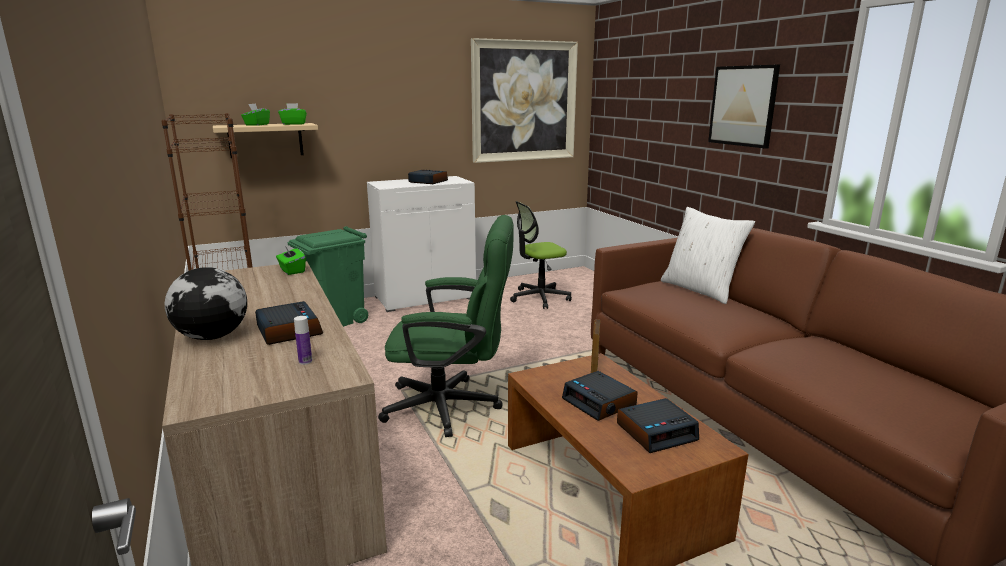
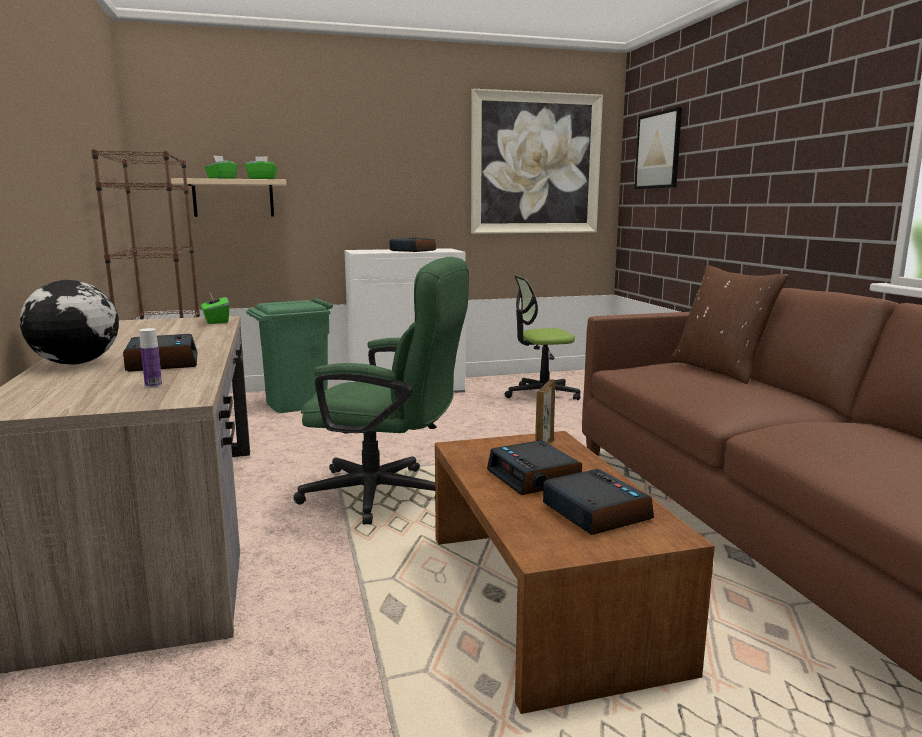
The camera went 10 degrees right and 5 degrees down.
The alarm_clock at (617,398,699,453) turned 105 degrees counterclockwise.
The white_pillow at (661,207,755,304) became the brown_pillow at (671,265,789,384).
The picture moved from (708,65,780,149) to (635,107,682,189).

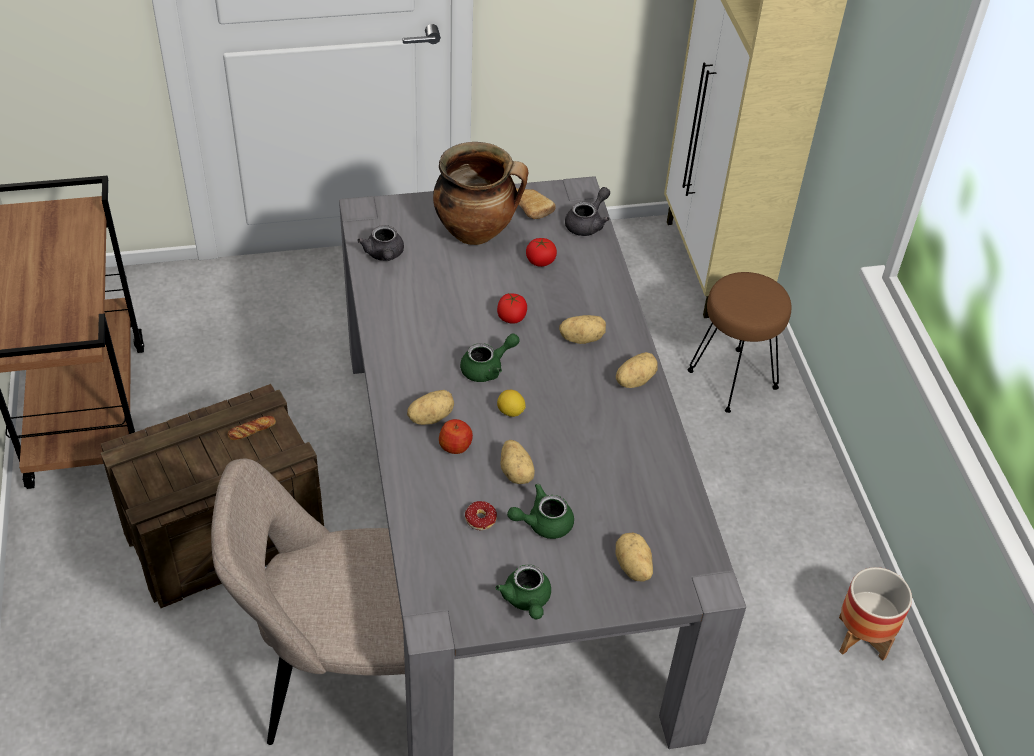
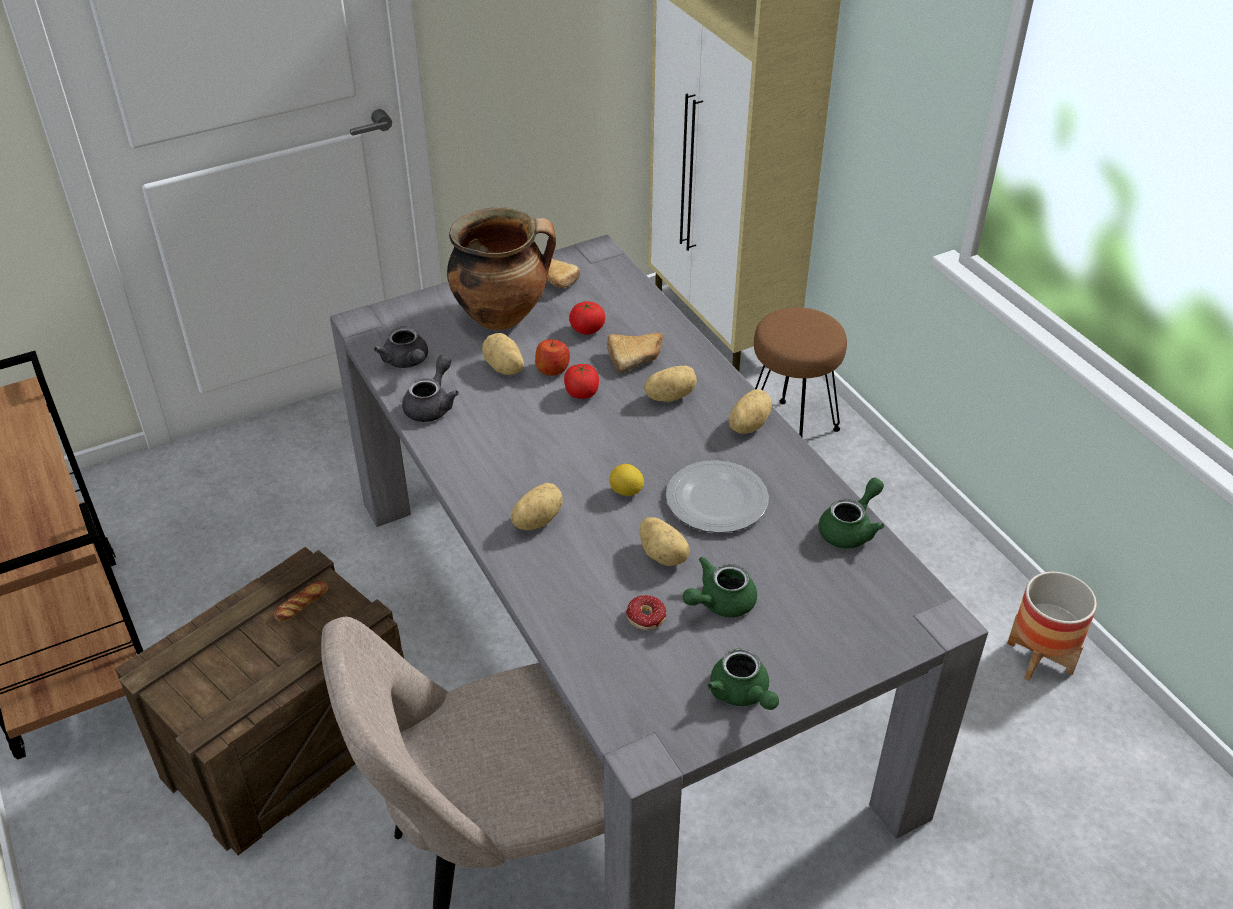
The camera went 15 degrees left and 5 degrees down.
The apple moved from (439,419,473,454) to (535,339,570,376).
The green_teapot moved from (460,333,520,382) to (819,478,884,549).
The grey_teapot moved from (565,187,610,236) to (402,355,459,422).
The potato moved from (616,533,653,582) to (482,333,524,375).
The bread at (607,333,663,373) appeared.
The plate at (666,460,769,533) appeared.

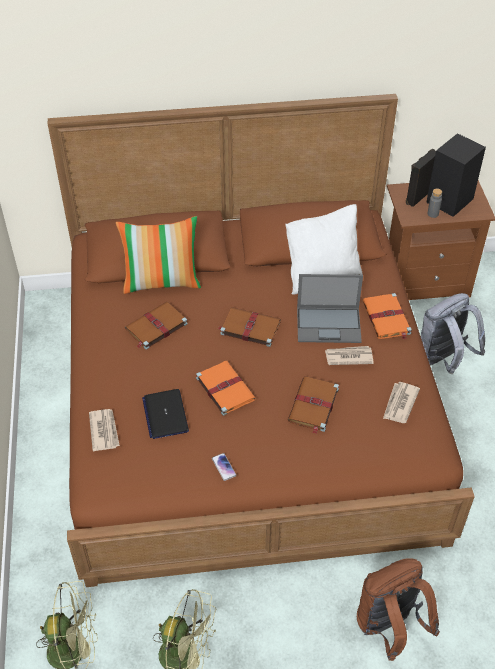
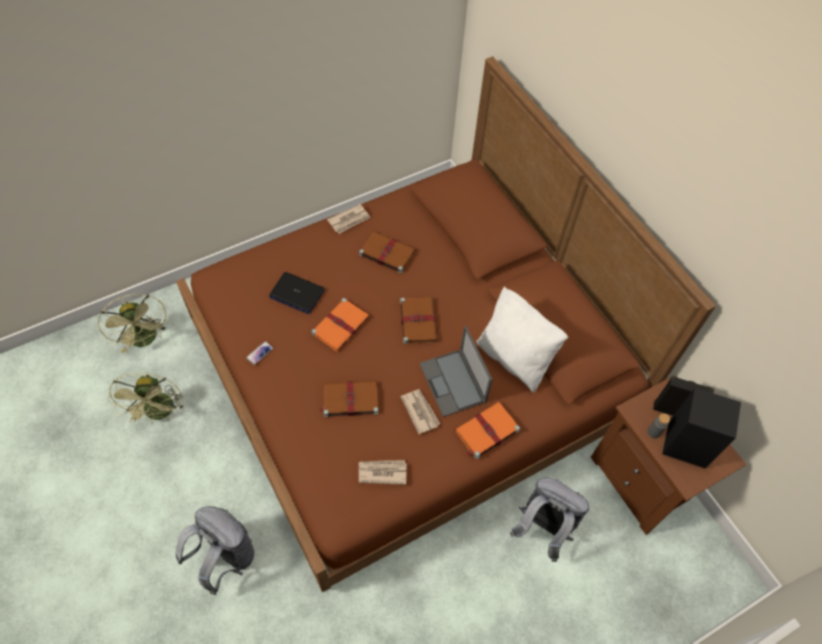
The camera went 65 degrees right and 10 degrees up.
The newspaper moved from (89,409,120,451) to (327,204,371,234).
The pillow at (116,216,201,294) disappeared.
The laptop at (142,389,189,439) turned 120 degrees counterclockwise.
The brown_backpack at (357,558,440,661) became the grey_backpack at (175,506,254,595).

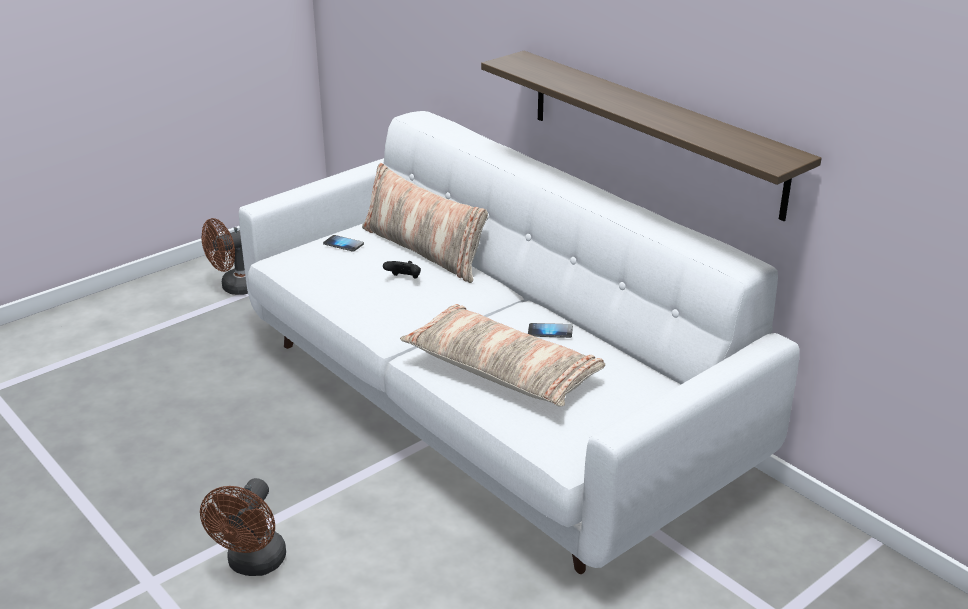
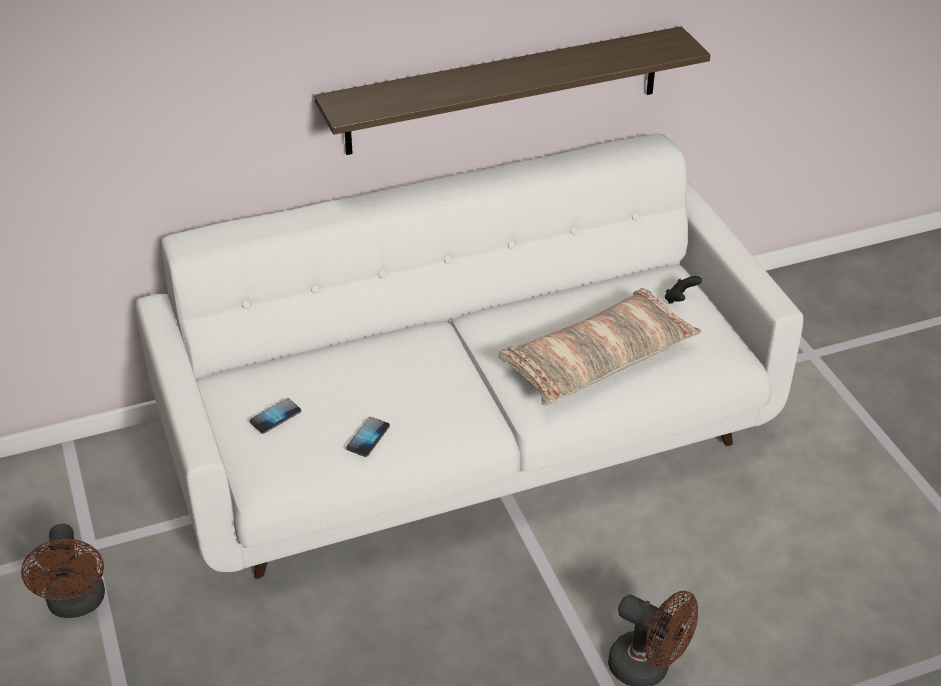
The camera went 70 degrees left and 10 degrees up.
The pillow at (362,163,488,283) disappeared.
The black_game_controller moved from (383,261,421,279) to (665,276,702,304).
The phone moved from (528,323,573,338) to (346,417,390,457).

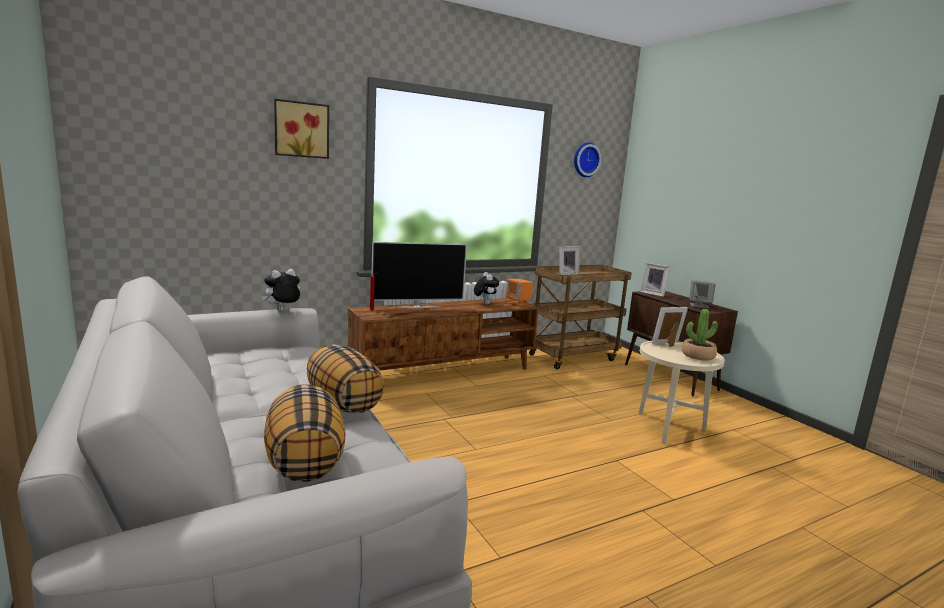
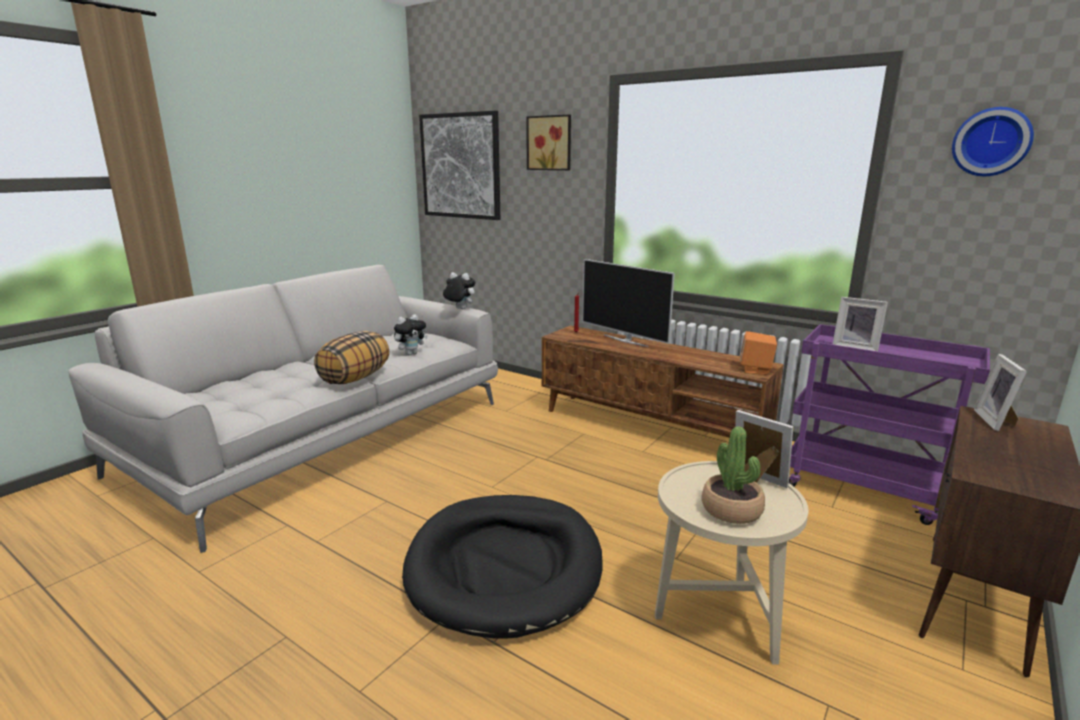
The camera went 65 degrees right and 5 degrees up.
The pillow at (264,384,346,482) disappeared.
The plush_toy moved from (474,272,499,305) to (394,314,428,355).
The brown_cart at (529,265,632,369) became the purple_cart at (789,324,990,525).
The grey_speaker at (689,280,716,309) disappeared.
The black_dog_bed at (402,495,603,639) appeared.
The picture at (419,111,500,220) appeared.

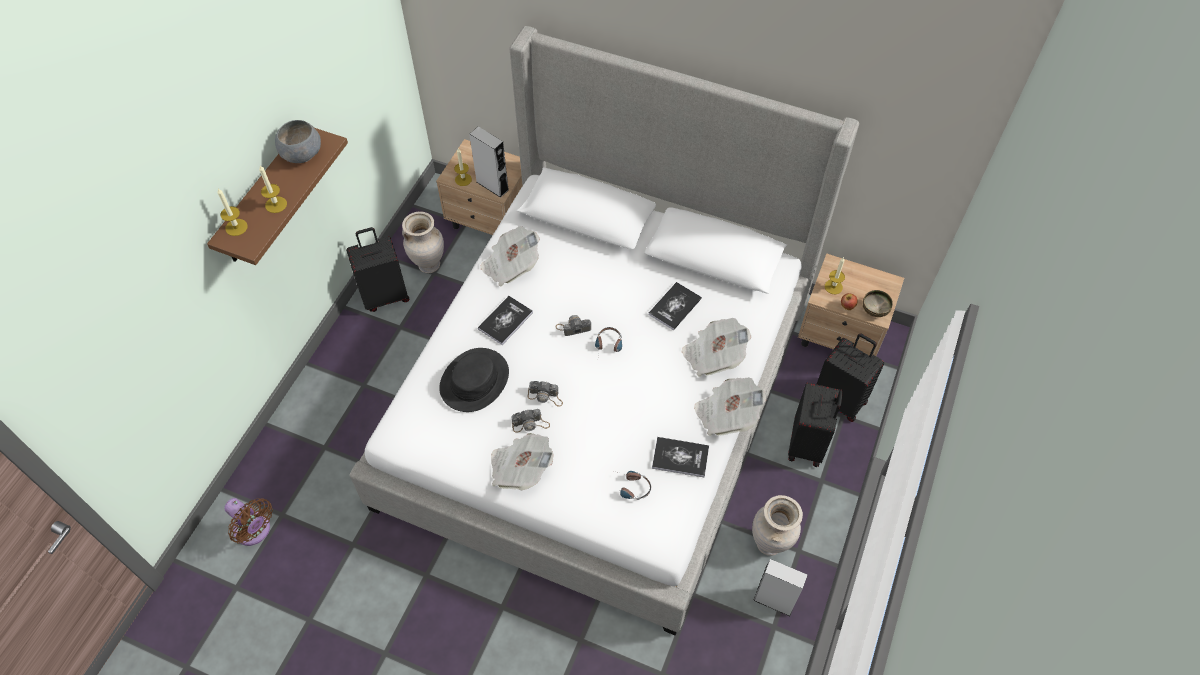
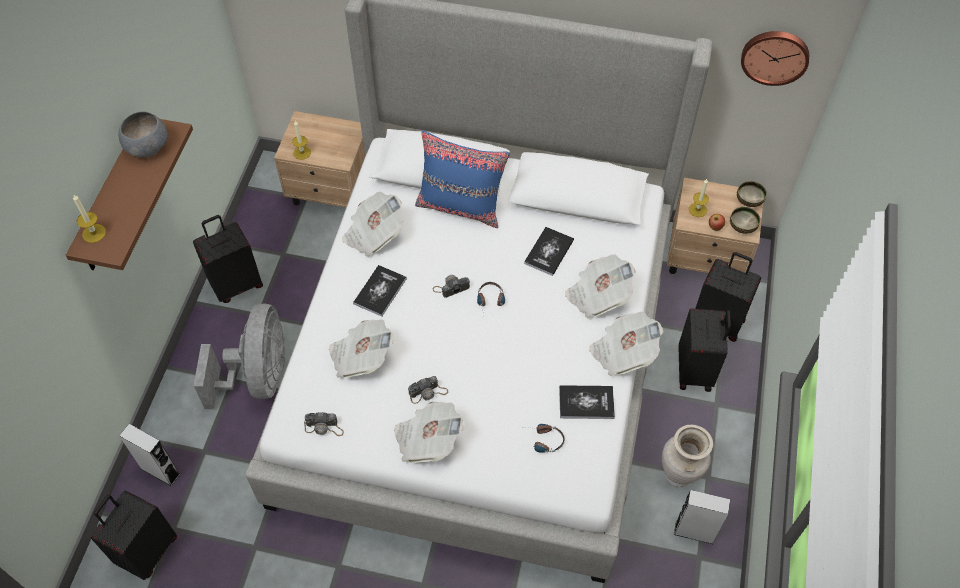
The camera went 10 degrees left and 0 degrees up.
The brown_fan at (224,498,273,546) was replaced by the black_suitcase at (91,491,177,580).
The candle at (259,165,287,213) disappeared.
The beige_vase at (402,211,444,273) disappeared.
The black_hat at (439,348,509,412) was replaced by the newspaper at (329,319,393,378).
The grey_speaker moved from (469,126,509,198) to (119,424,180,486).
The photo_camera moved from (528,381,563,407) to (304,412,344,436).
The grey_fan at (194,303,285,409) appeared.
The blue_pillow at (415,130,510,228) appeared.
The bowl at (737,181,767,207) appeared.
The wall_clock at (741,31,809,86) appeared.

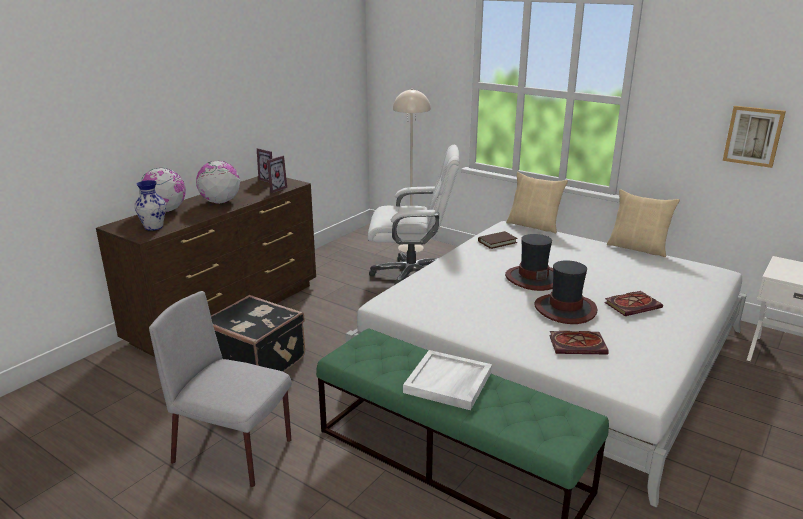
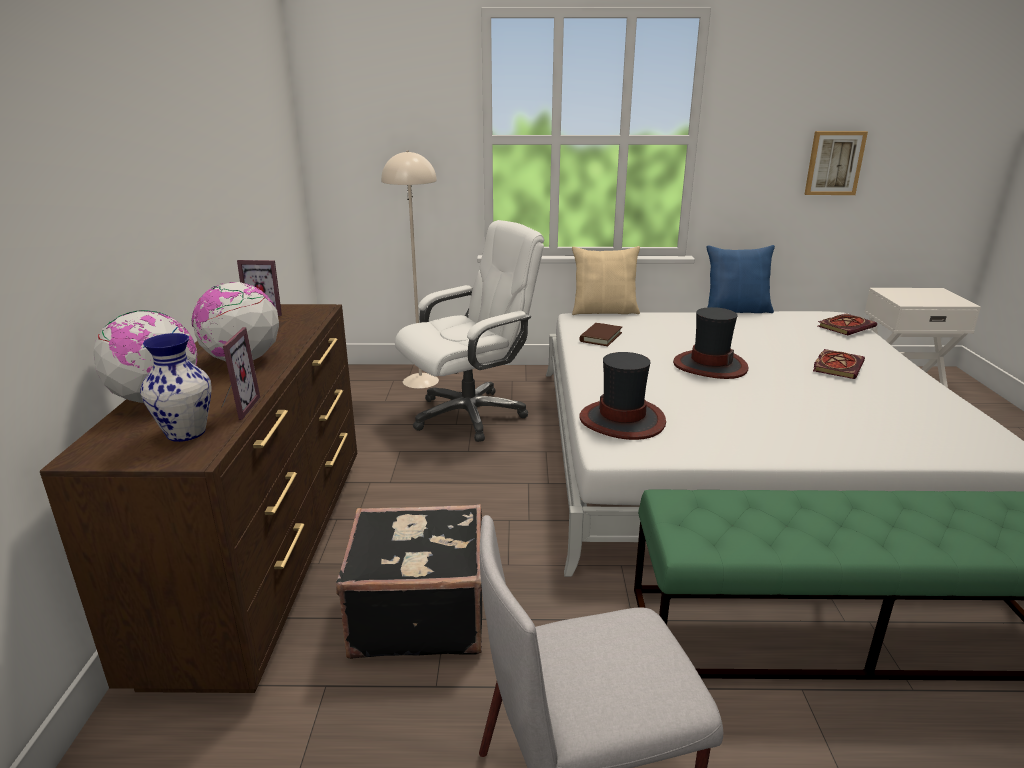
The camera went 35 degrees left and 0 degrees up.
The picture_frame moved from (267,156,287,193) to (221,327,260,420).
The white_tray at (403,350,492,410) disappeared.
The hat moved from (534,260,597,324) to (579,352,666,440).
The book moved from (549,331,609,354) to (818,313,877,335).
The beige_pillow at (607,189,680,257) became the blue_pillow at (706,245,775,313).

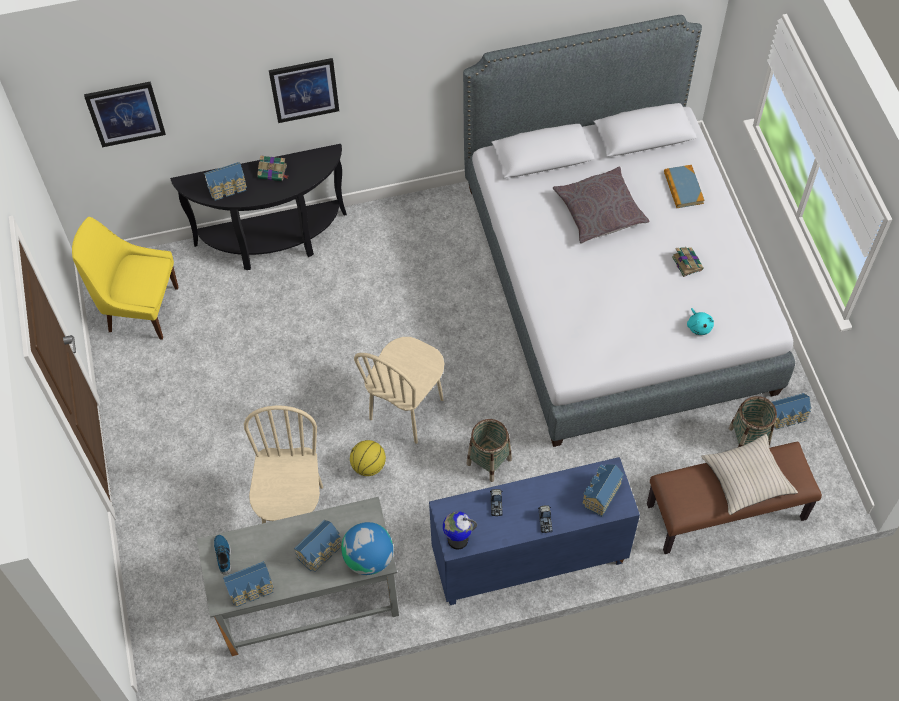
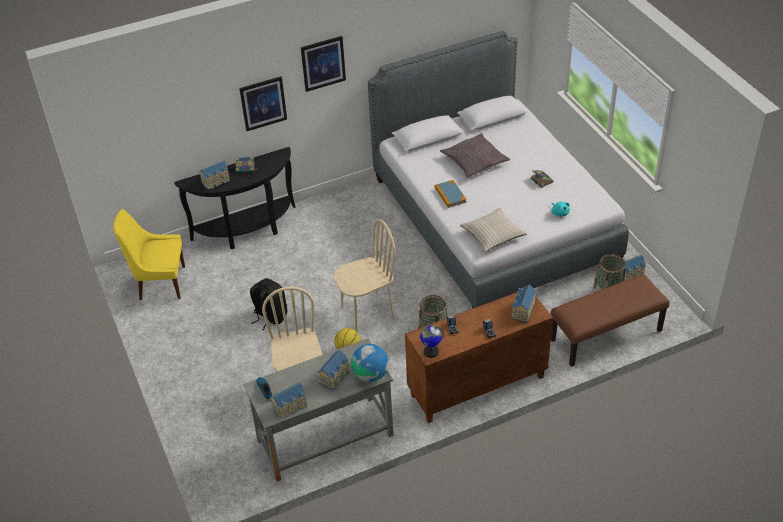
The camera went 10 degrees left and 15 degrees down.
The picture moved from (84,81,166,147) to (301,36,346,92).
The beige_chair at (354,337,444,444) turned 135 degrees counterclockwise.
The blue_cabinet at (429,457,640,605) became the brown_cabinet at (405,292,553,423).
The book moved from (664,165,704,208) to (435,180,467,208).
The beige_pillow moved from (701,434,798,515) to (460,208,527,252).
The black_backpack at (250,278,287,330) appeared.

